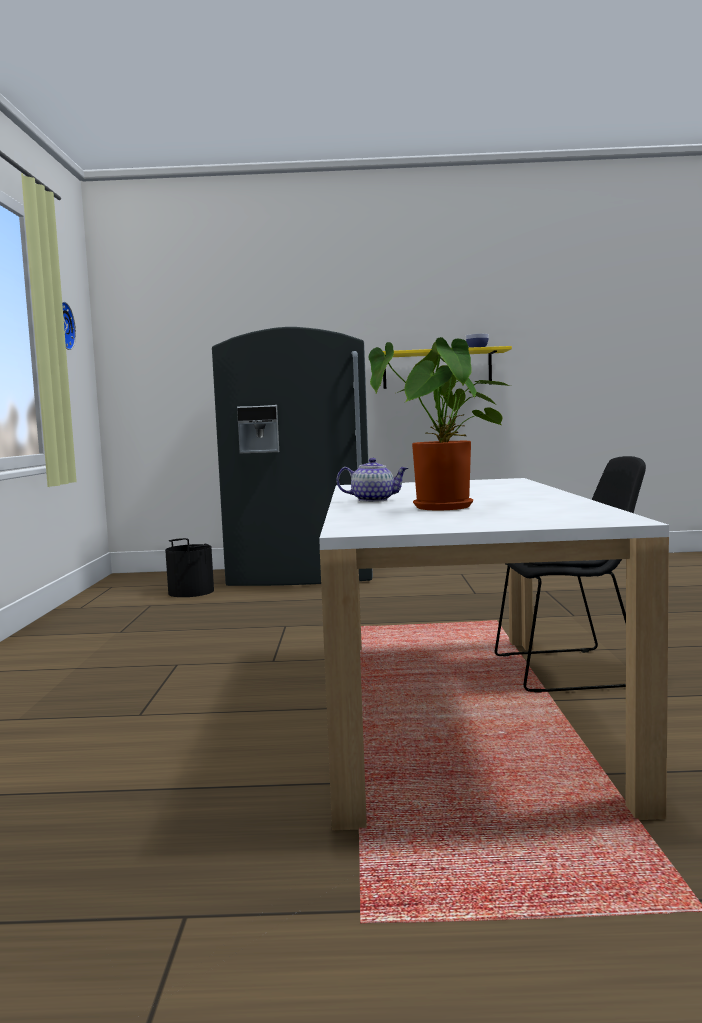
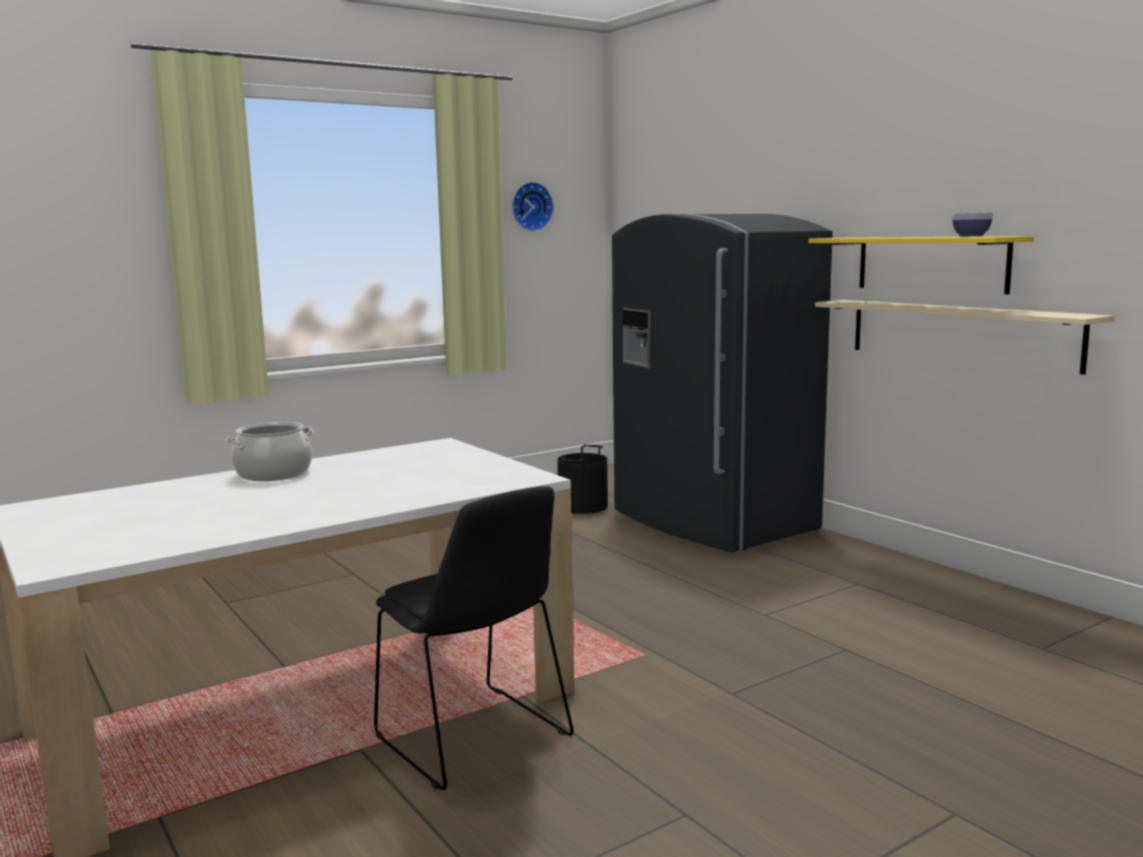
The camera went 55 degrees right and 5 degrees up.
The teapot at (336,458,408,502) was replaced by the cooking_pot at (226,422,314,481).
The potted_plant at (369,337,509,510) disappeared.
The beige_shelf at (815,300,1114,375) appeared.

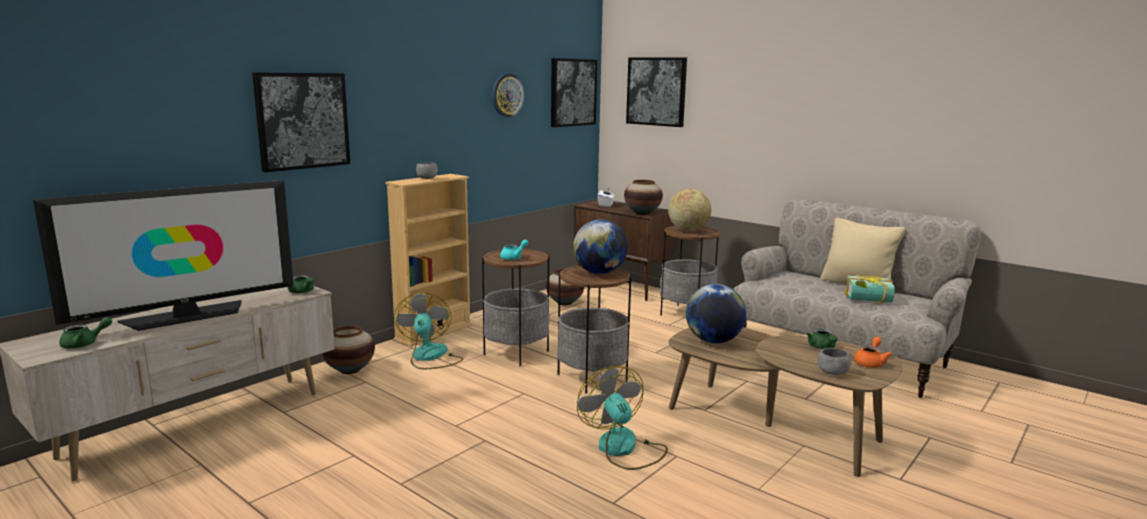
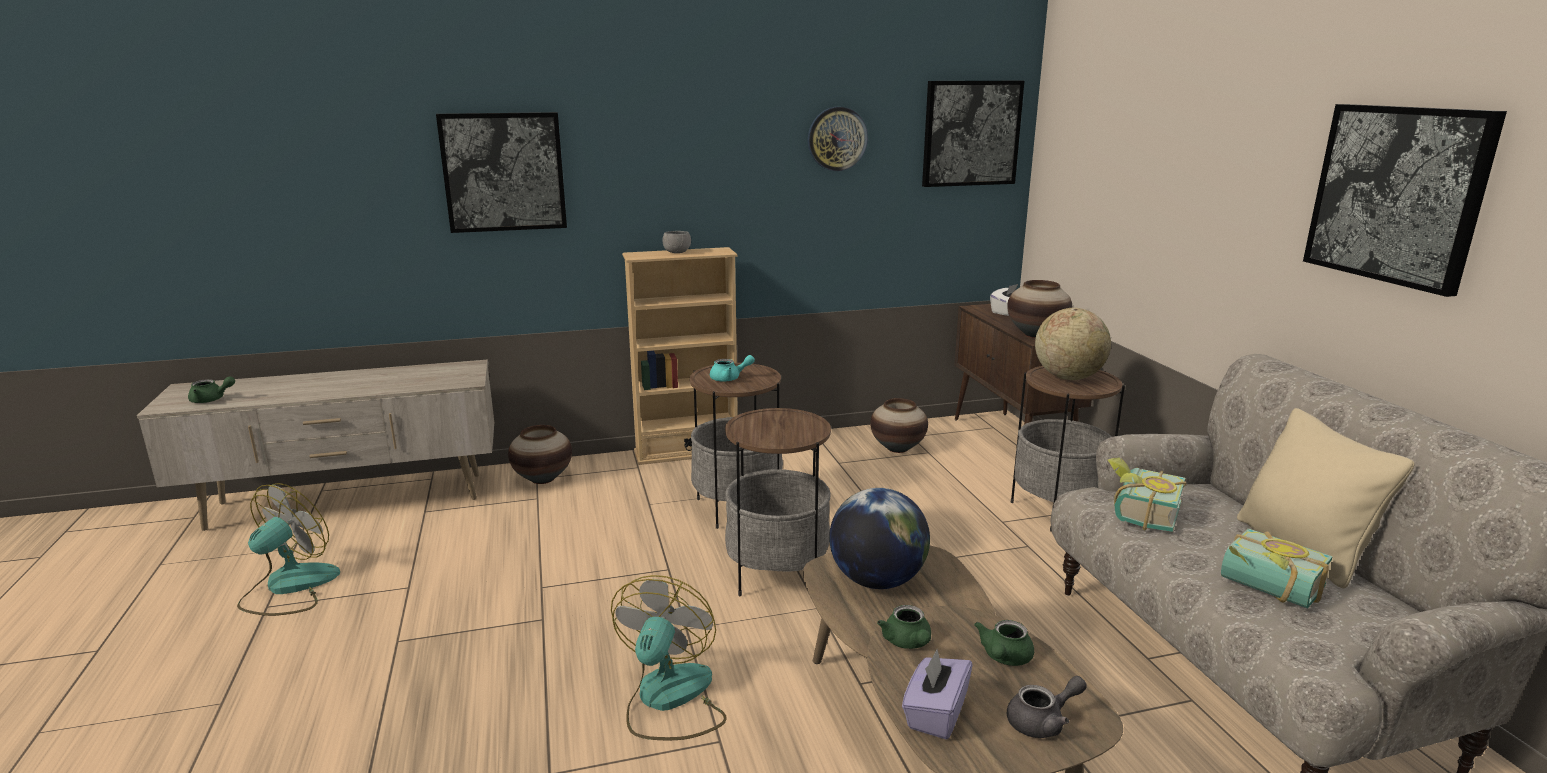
The camera went 35 degrees right and 5 degrees up.
The television at (33,180,294,331) disappeared.
The green_teapot moved from (288,275,314,293) to (877,605,931,649).
The fan moved from (394,293,463,369) to (237,483,340,616).
The globe at (573,220,628,274) disappeared.
The picture moved from (626,57,687,127) to (1303,104,1507,297).
The grey_bowl at (817,348,851,375) was replaced by the purple_tissue_box at (902,649,973,739).
The orange_teapot at (854,337,892,368) became the grey_teapot at (1007,676,1087,738).
The book at (1108,458,1187,532) appeared.

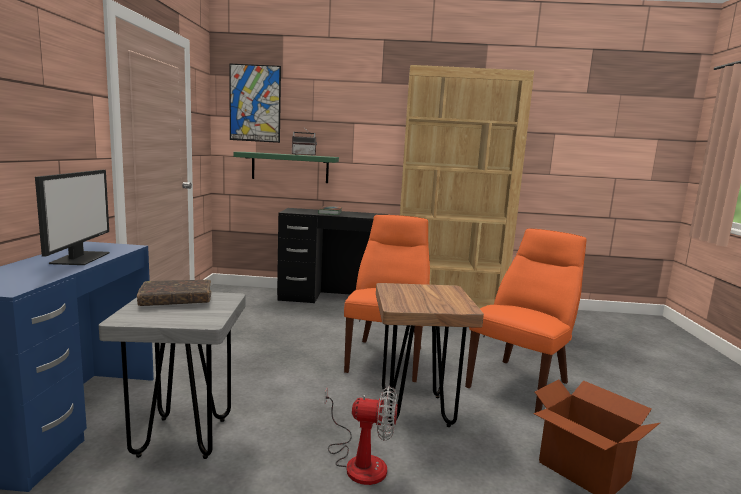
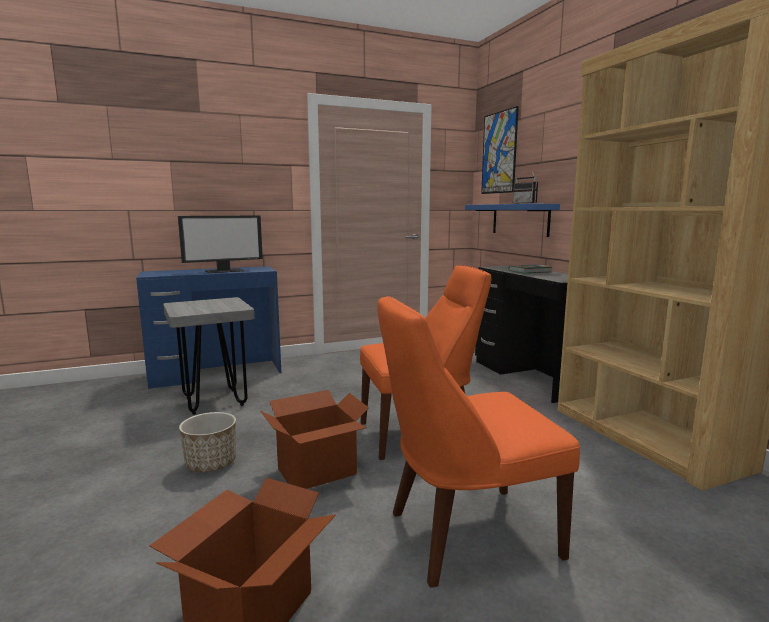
The camera went 65 degrees right and 0 degrees up.
The brown_book at (137,279,211,306) disappeared.
The green_shelf at (233,152,339,183) became the blue_shelf at (465,204,560,237).
The fan at (324,386,398,485) was replaced by the planter at (179,412,236,472).
The brown_stool at (376,283,484,427) was replaced by the cardboard_box at (260,390,369,489).
The orange_chair at (465,229,587,413) turned 150 degrees clockwise.

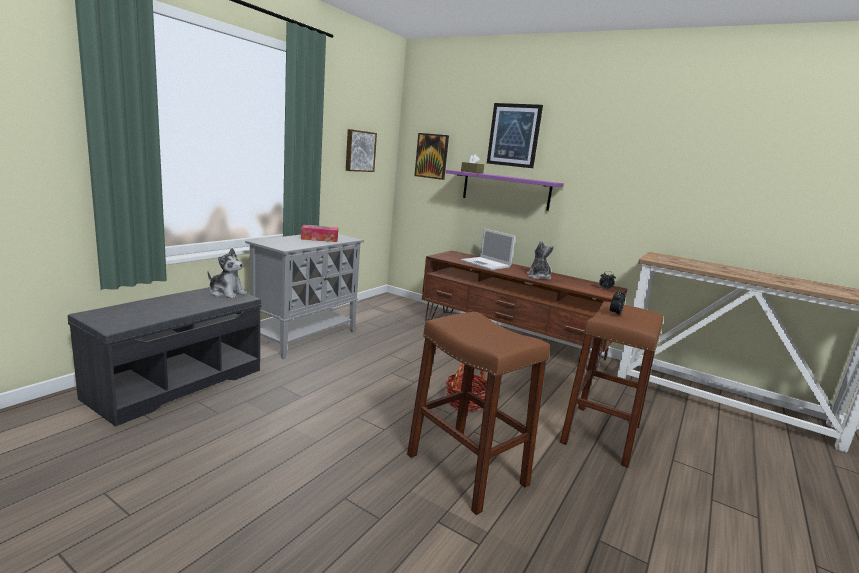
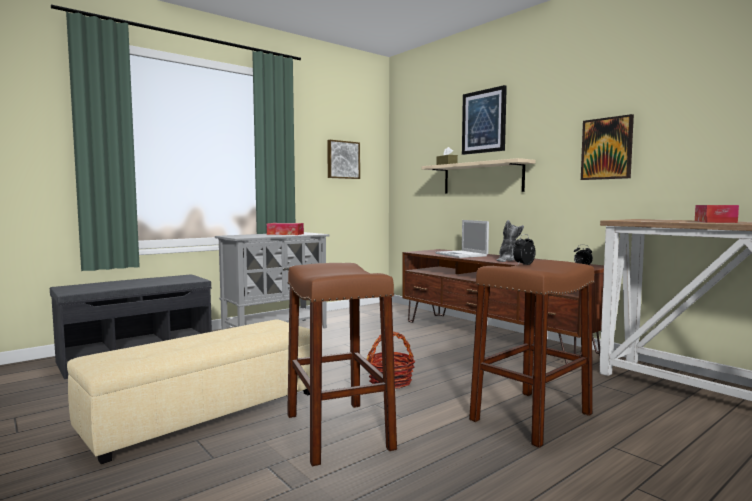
The camera went 20 degrees right and 10 degrees down.
The plush_toy at (208,248,247,299) disappeared.
The picture moved from (415,133,449,180) to (581,114,634,180).
The purple_shelf at (446,170,564,211) became the beige_shelf at (422,158,535,193).
The beige_ottoman at (67,319,310,464) appeared.
The tissue_box at (695,205,739,223) appeared.

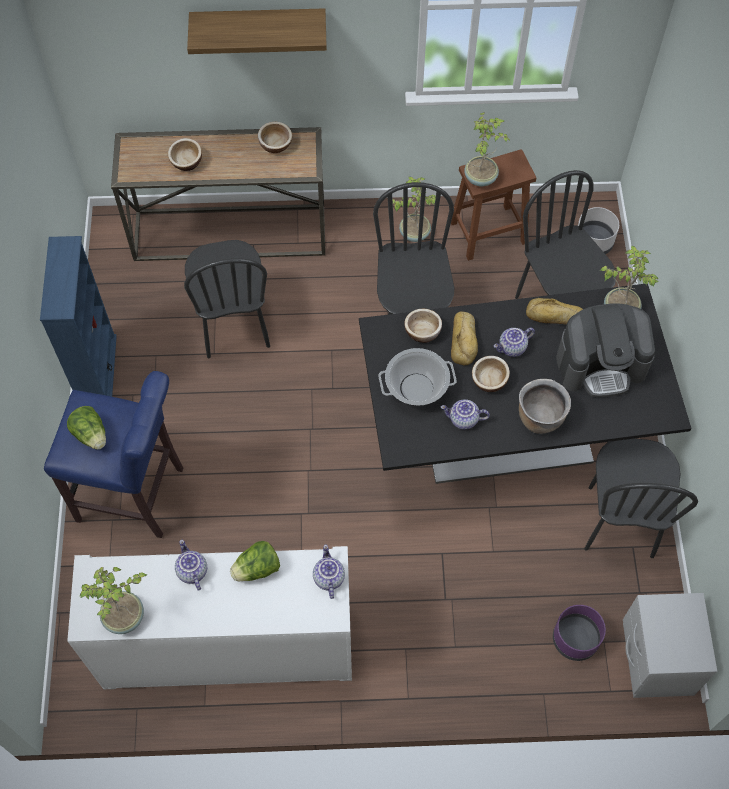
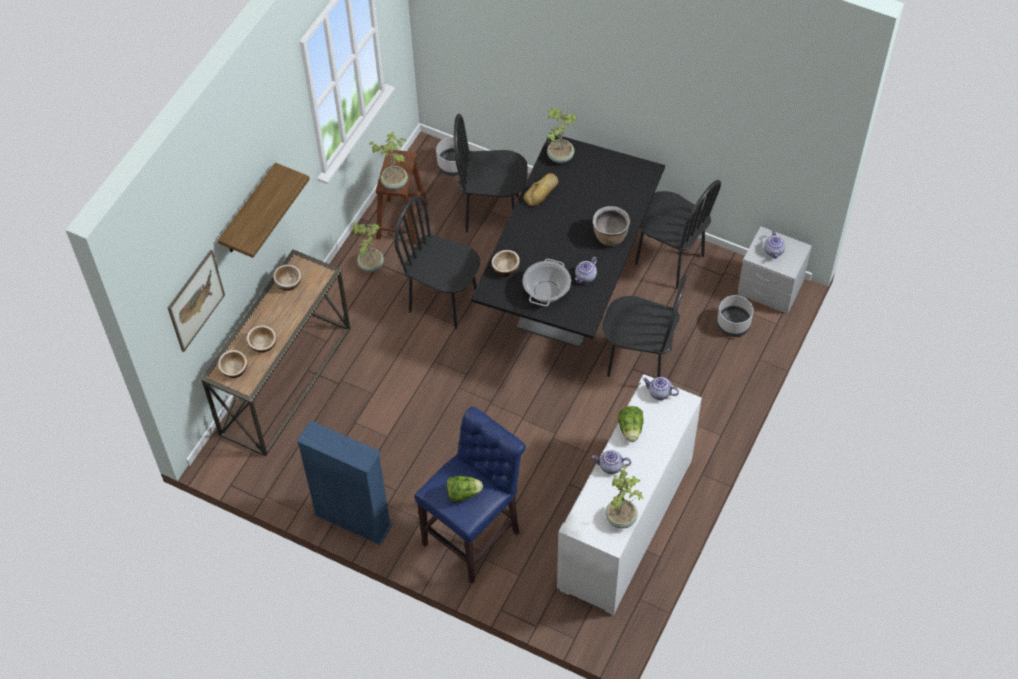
The camera went 60 degrees left and 5 degrees down.
The black_chair moved from (184,240,270,358) to (602,275,687,377).
The bread at (451,311,478,366) disappeared.
The bowl moved from (472,356,510,392) to (218,350,248,378).
The teapot moved from (494,327,535,357) to (764,230,785,259).
The purple_planter at (553,605,606,661) became the grey_planter at (717,295,753,337).
The coffee_machine at (556,304,655,397) disappeared.
The picture at (168,250,225,352) appeared.

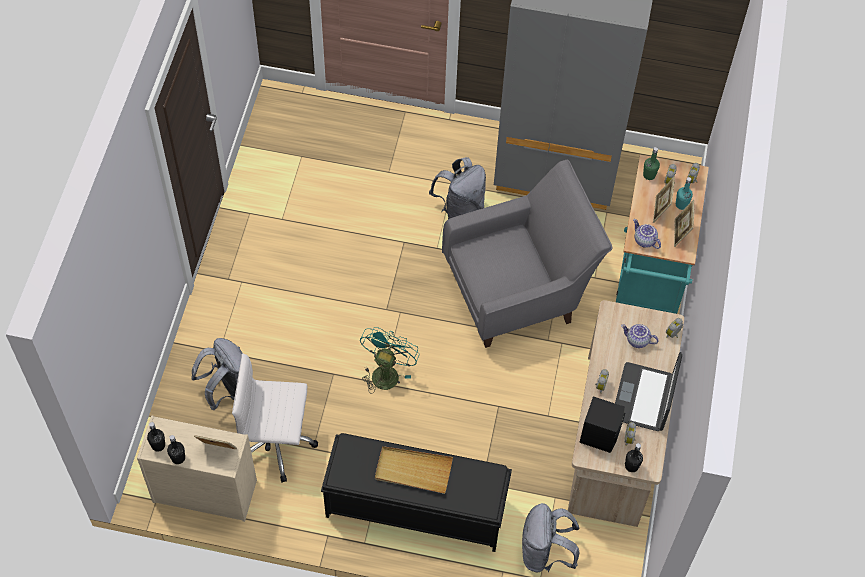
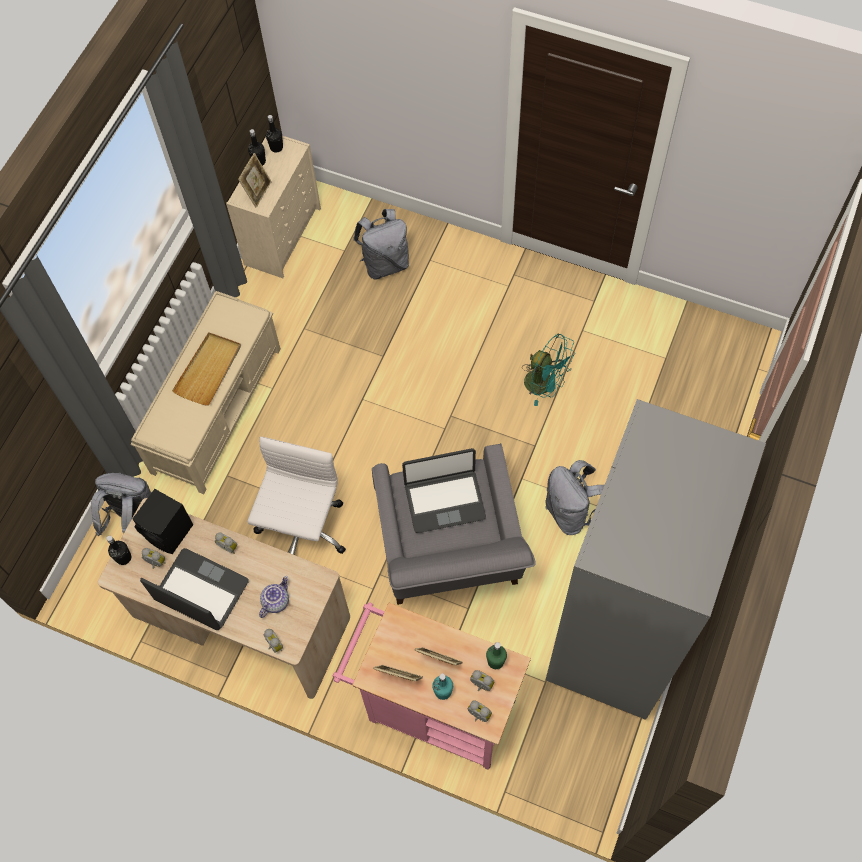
The camera went 105 degrees right and 5 degrees up.
The white_office_chair moved from (232,353,318,483) to (247,437,346,555).
The black_bench at (321,433,512,552) became the beige_bench at (131,291,281,494).
The turquoise_fan moved from (360,327,419,394) to (522,334,575,406).
The turquoise_cart at (616,155,709,314) became the pink_cart at (333,602,531,770).
The teapot at (633,219,661,249) disappeared.
The laptop at (402,448,486,533) appeared.

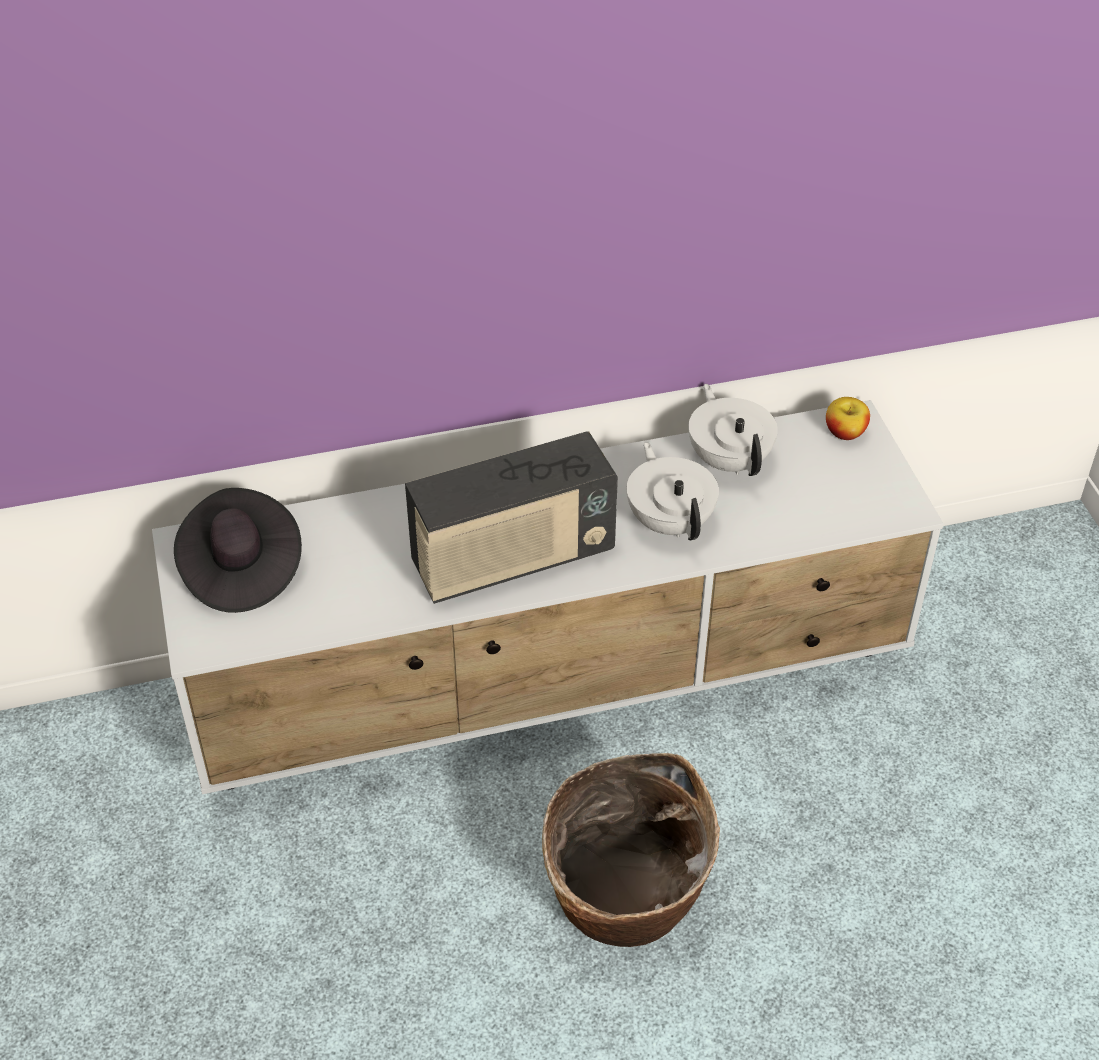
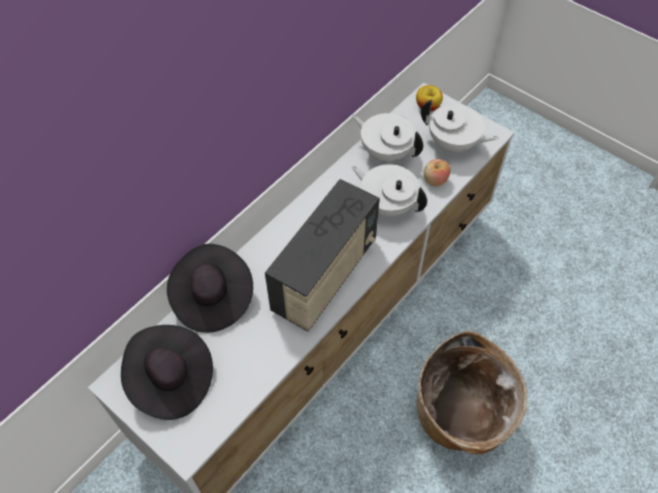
The camera went 35 degrees left and 10 degrees up.
The black_hat at (167,244,253,333) appeared.
The white_teapot at (421,100,499,154) appeared.
The apple at (423,159,450,187) appeared.

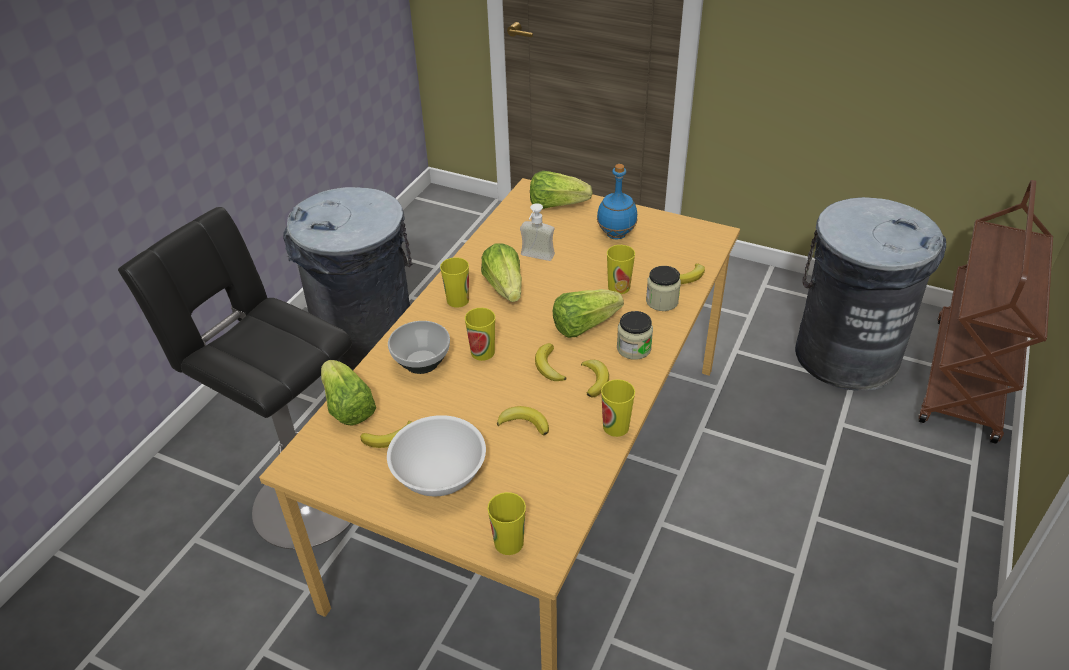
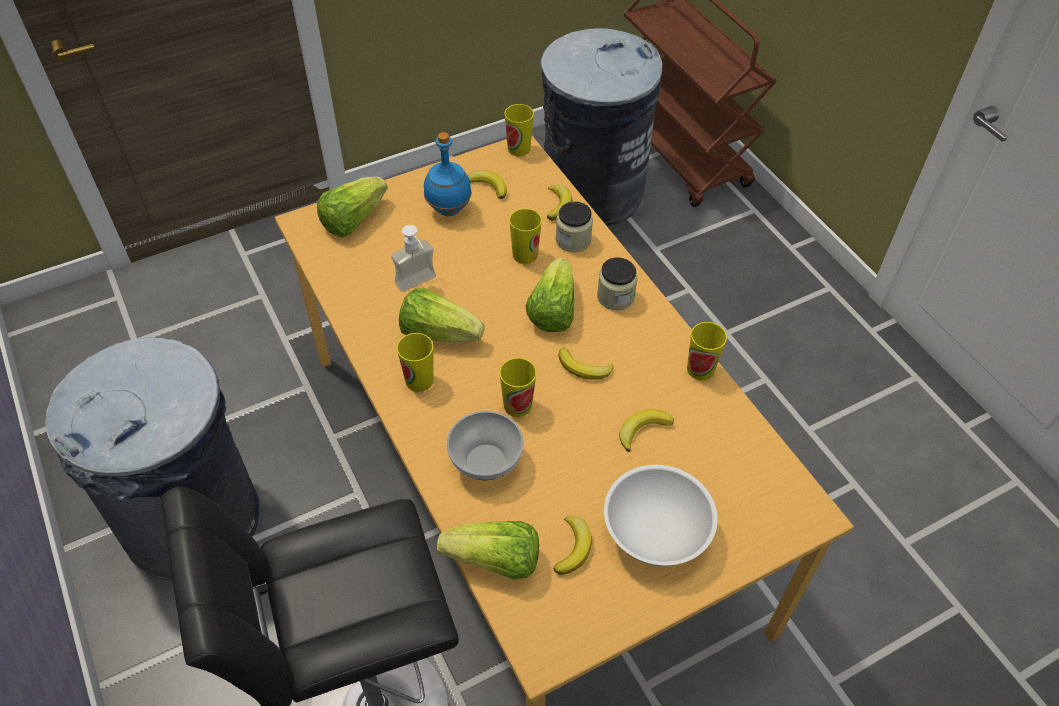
The camera went 55 degrees left and 10 degrees up.
The cup moved from (487,492,526,555) to (504,104,534,157).
The banana moved from (581,360,609,398) to (467,170,507,199).

